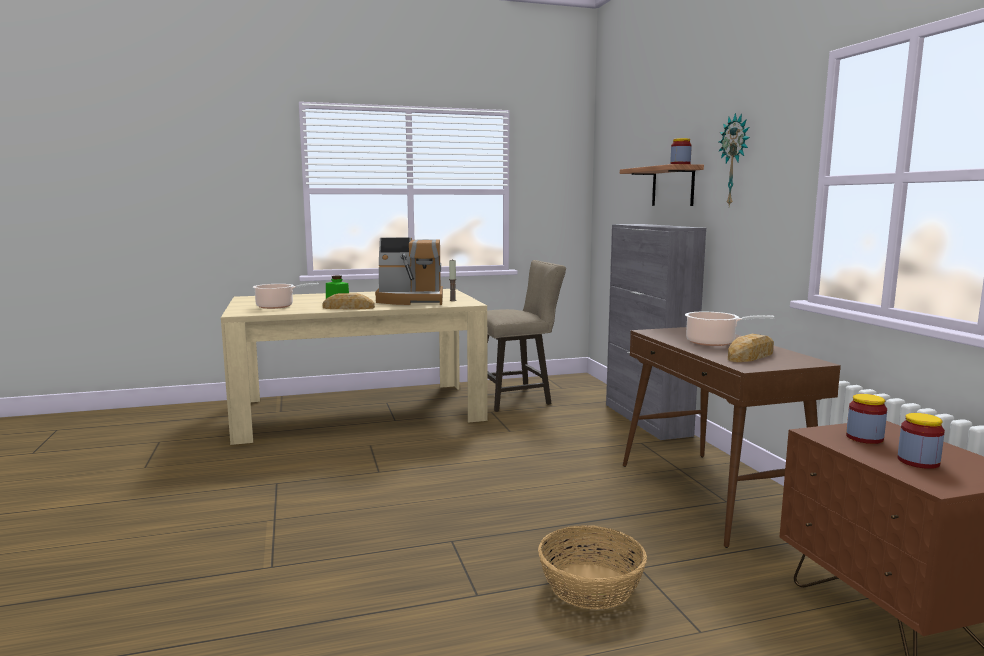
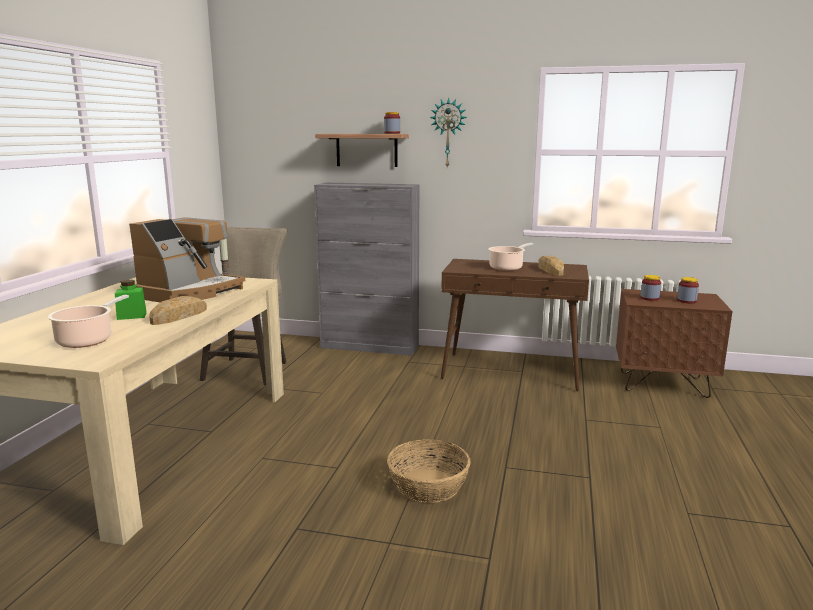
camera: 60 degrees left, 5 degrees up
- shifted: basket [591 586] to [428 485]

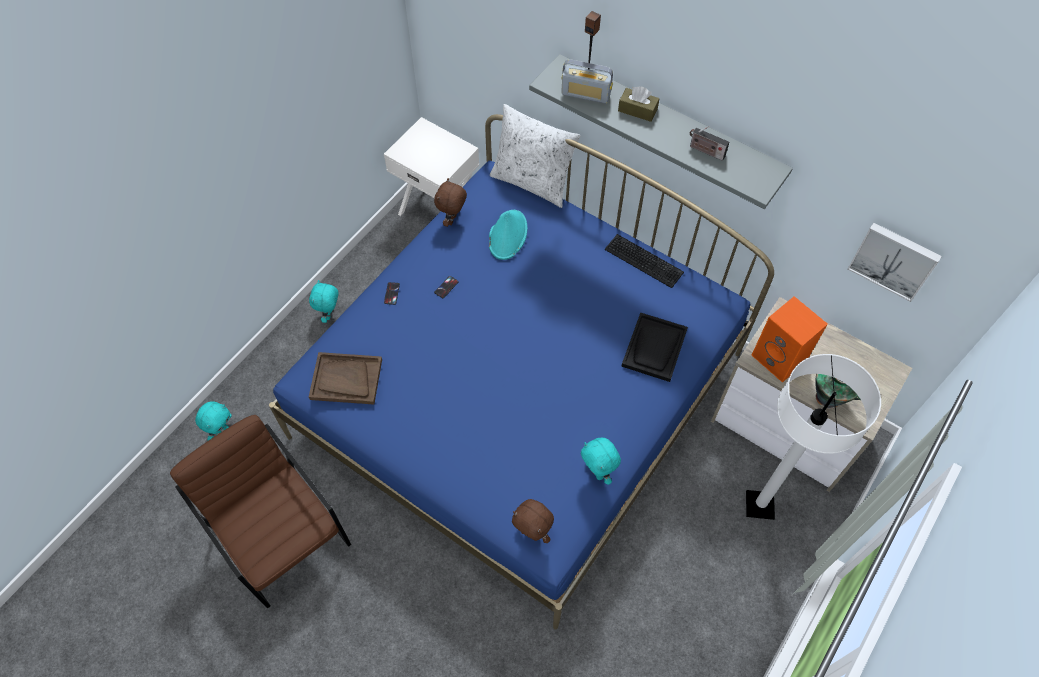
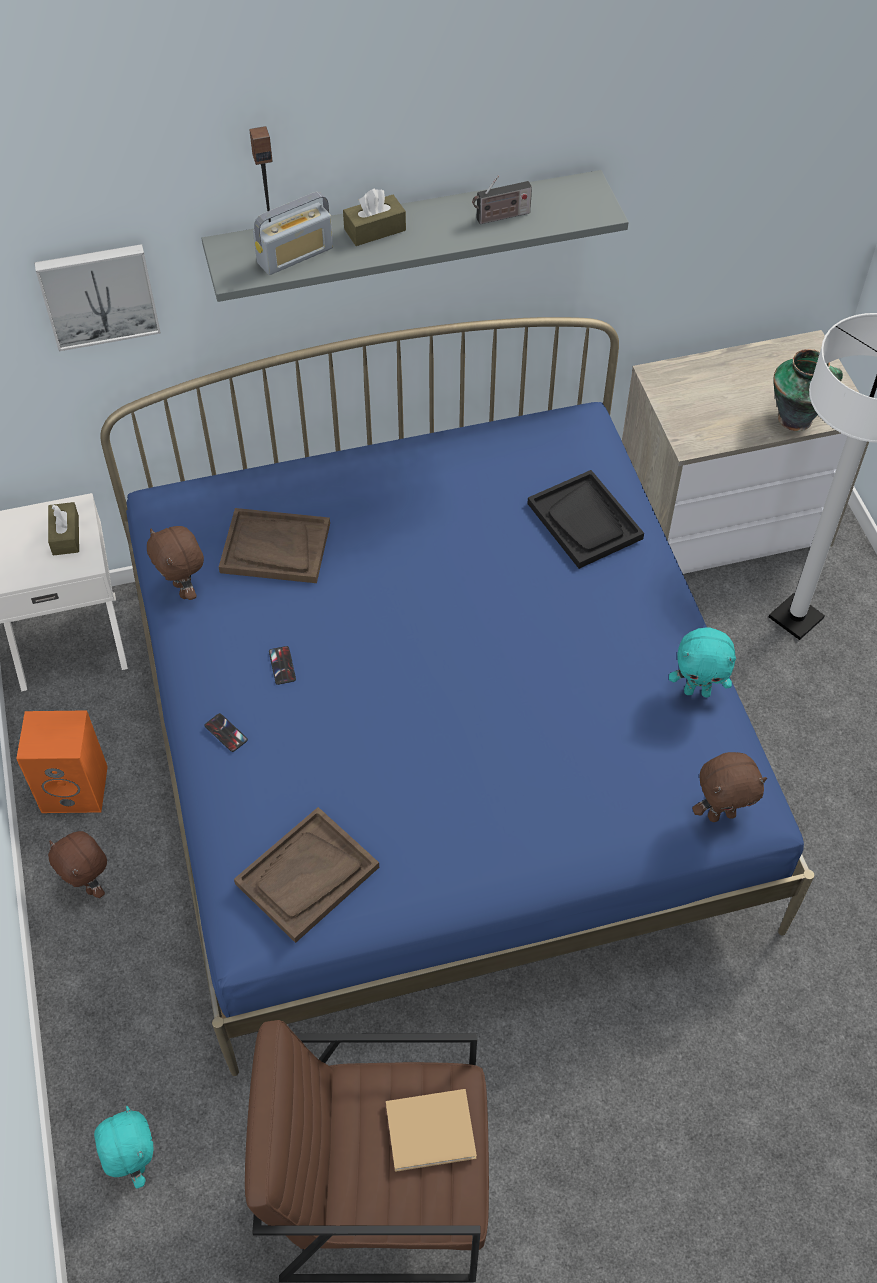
camera: 50 degrees left, 5 degrees down
- shifted: orange_speaker [780 358] to [76 788]
- shifted: wall_art [894 260] to [98 294]
- new: brownish_box_of_tissues [65 535]
- repainted: turquoise_cuddly_toy [330 314] to brownish_cuddly_toy [90 884]
- swapped: turquoise_wearable_hat [508 235] to brownish_tray [275 548]
- new: beige-coloured_bound_book [433 1130]
- gone: white-coloured_throw_pillow [532 182]
- gone: computer_keyboard [643 259]

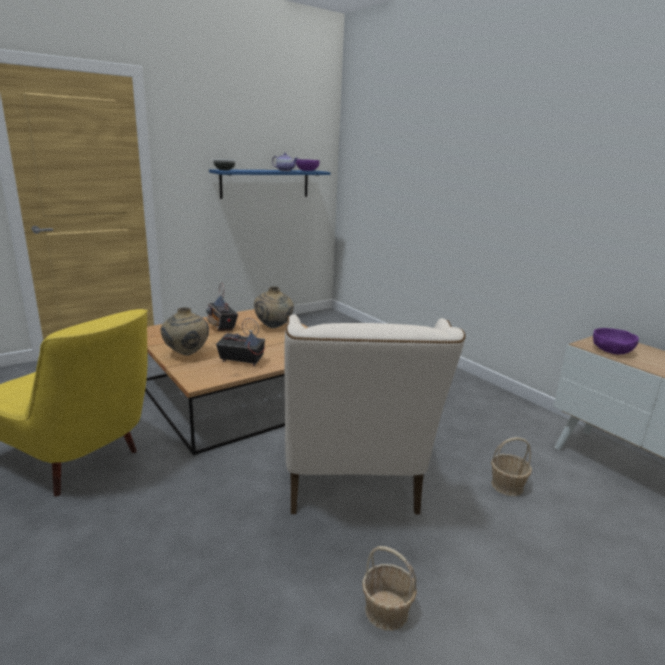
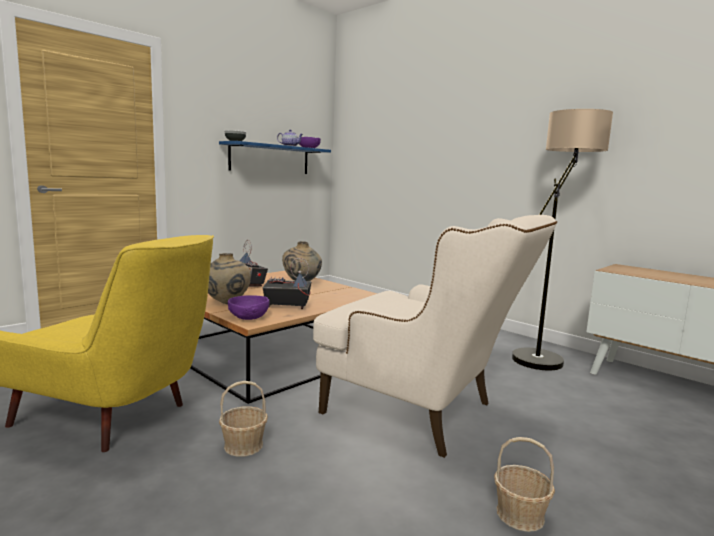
camera: 10 degrees left, 10 degrees down
- shifted: basket [507 486] to [244 445]
- shifted: purplish_bowl [611 351] to [248 317]
- rotated: beige-coloured_easy_chair [351 483] = [424 413] 45 degrees counterclockwise
- new: standard_lamp [545 356]

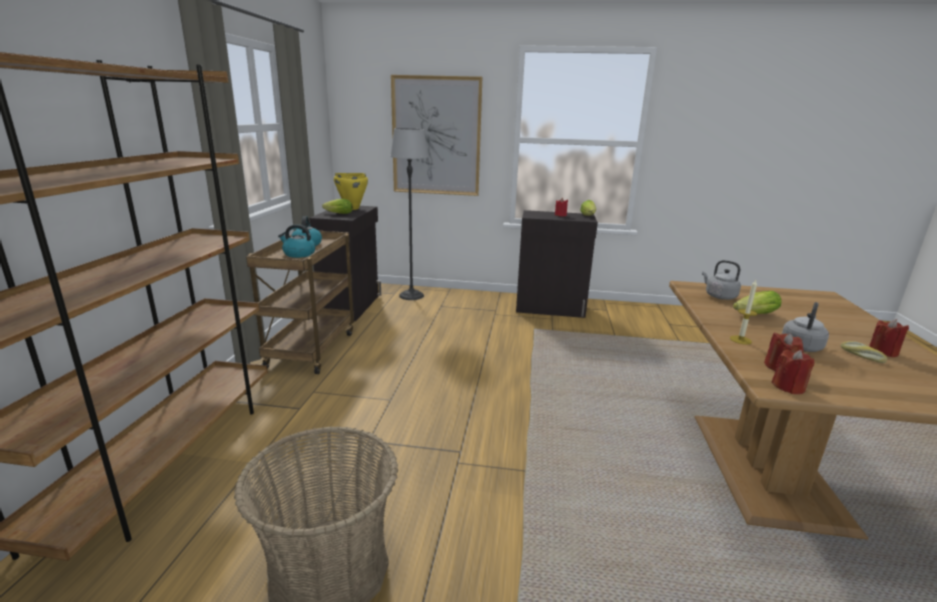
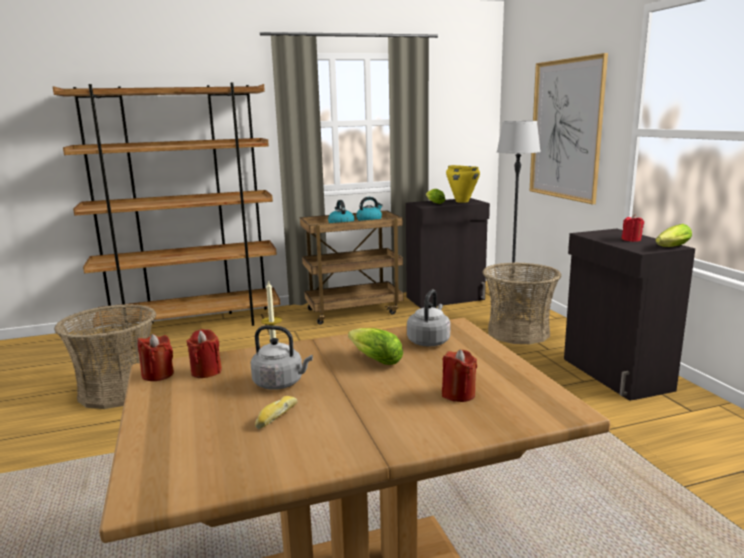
camera: 65 degrees right, 5 degrees down
- shifted: red-coloured_wax_candle [883 352] to [458 394]
- new: basket [518 332]

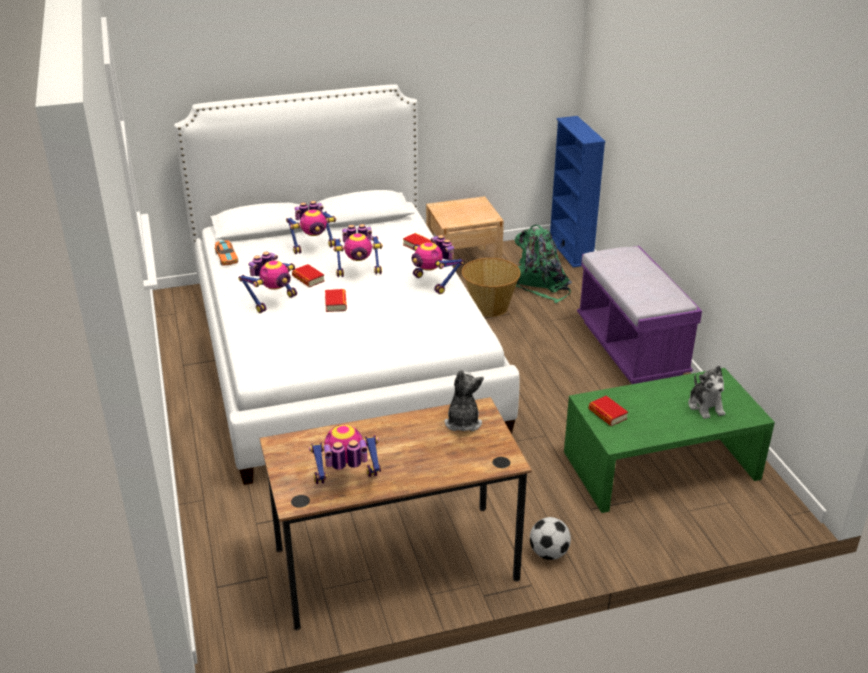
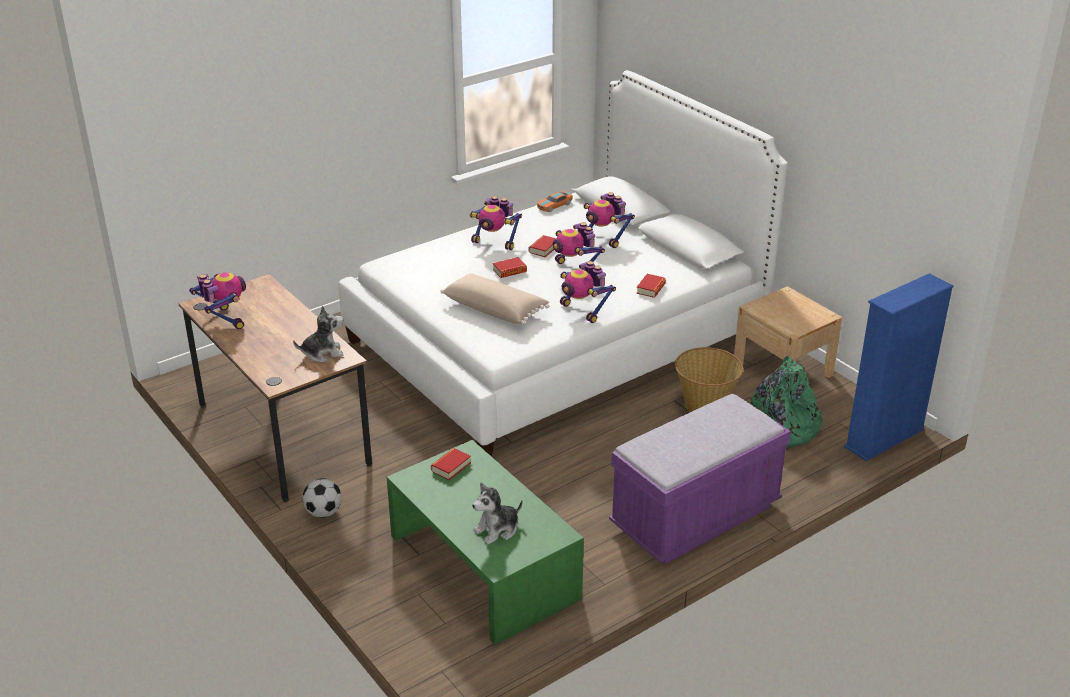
camera: 70 degrees right, 0 degrees up
- new: beige-coloured_throw_pillow [495 309]
- rotated: toy_robot [434 283] = [583 311] 75 degrees counterclockwise

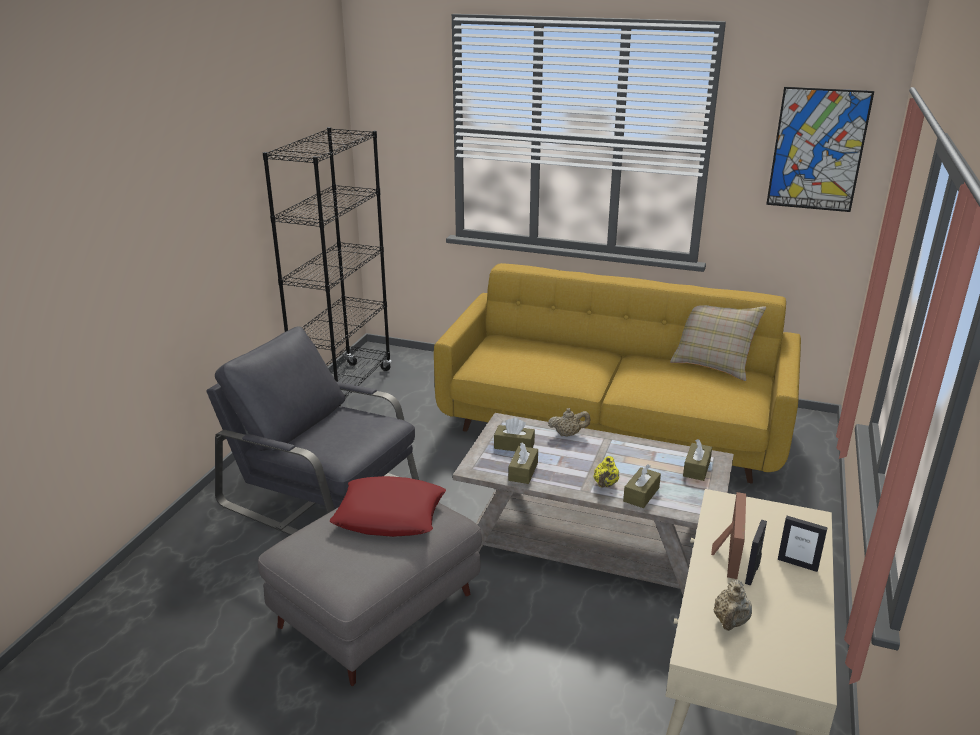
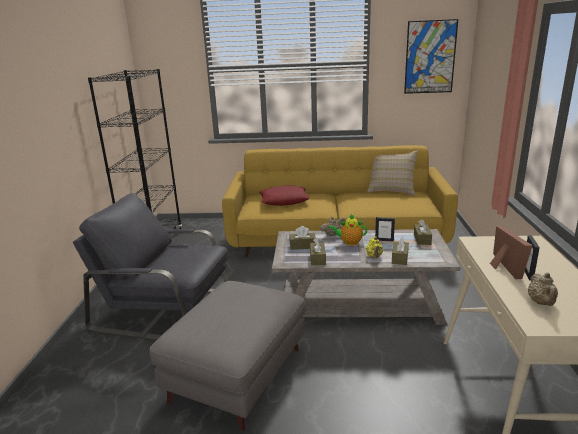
camera: 15 degrees left, 5 degrees down
- shifted: red-coloured_throw_pillow [390 515] to [284 200]
- new: tea_pot [349 242]
- shifted: photo_frame [797 564] to [384 240]

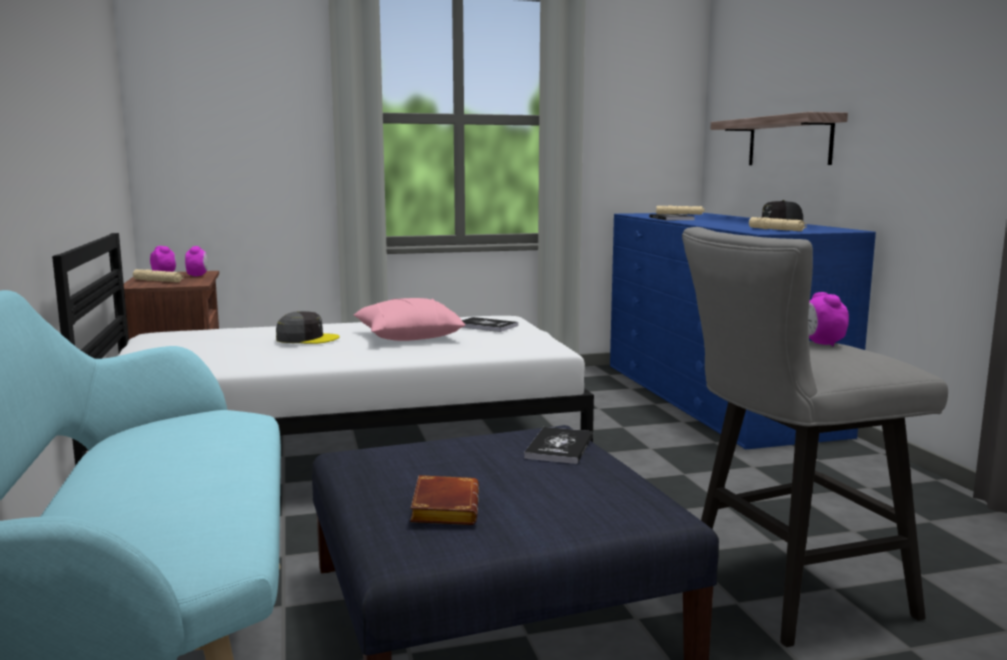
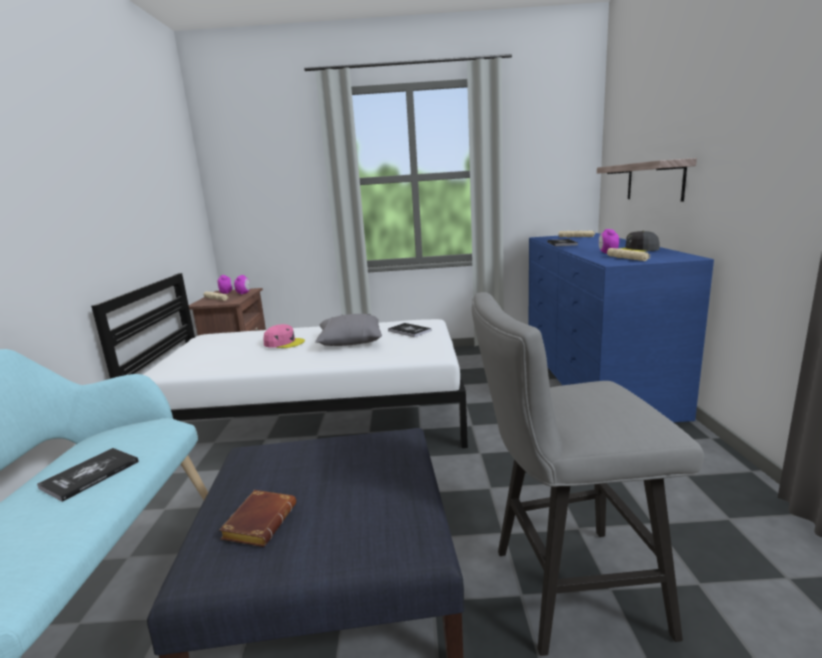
camera: 15 degrees right, 5 degrees up
- shifted: bound_book [559 447] to [90 475]
- repainted: gray_cap [307 338] to pinkish_cap [284 343]
- repainted: pinkish_throw_pillow [408 337] to gray_throw_pillow [350 341]
- shifted: bedside_clock [822 343] to [607 253]

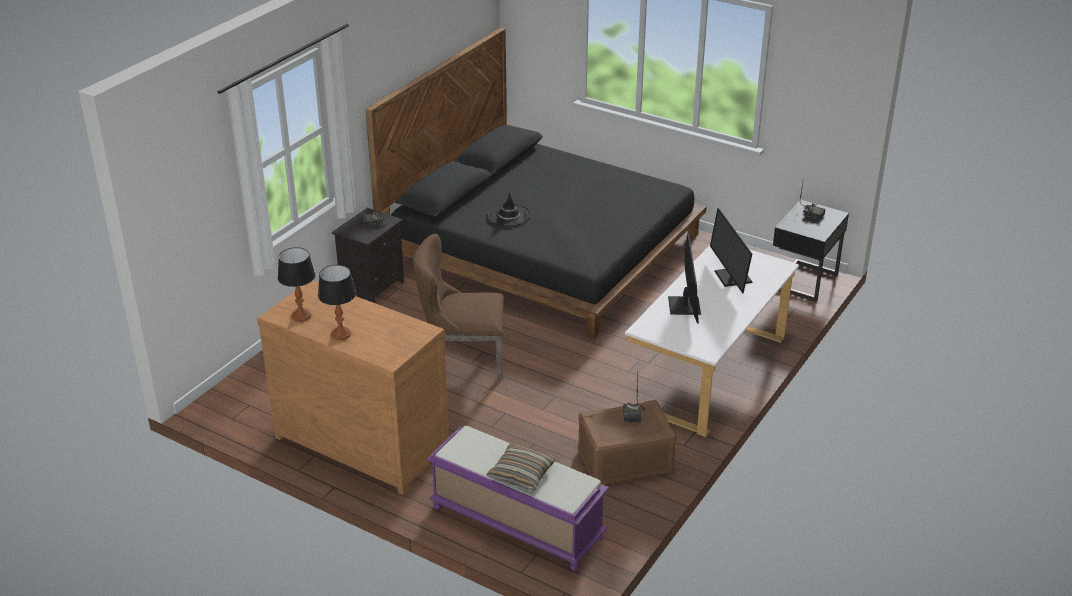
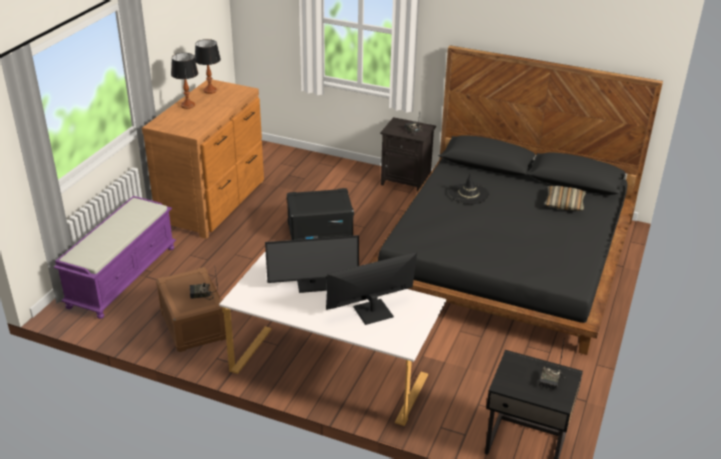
camera: 80 degrees right, 0 degrees up
- swapped: brownish_chair [461 359] to blackish_storage_container [320 231]
- shifted: throw_pillow [521 473] to [564 203]

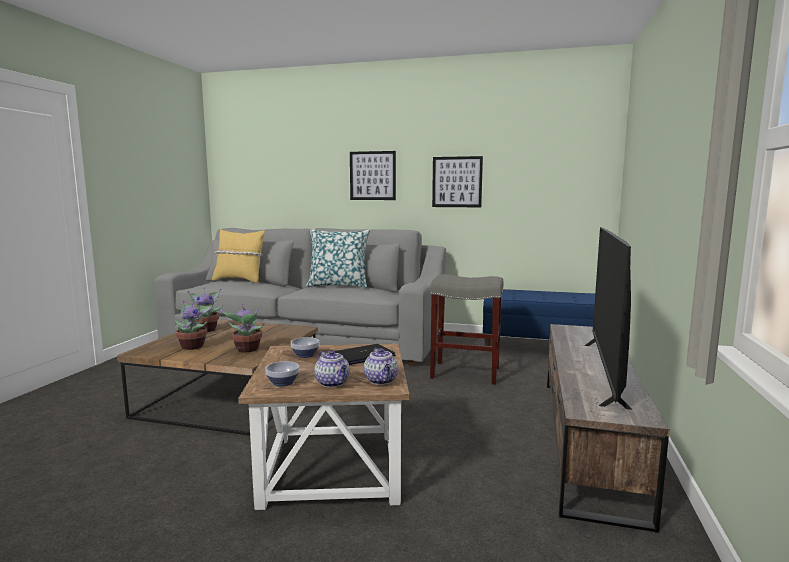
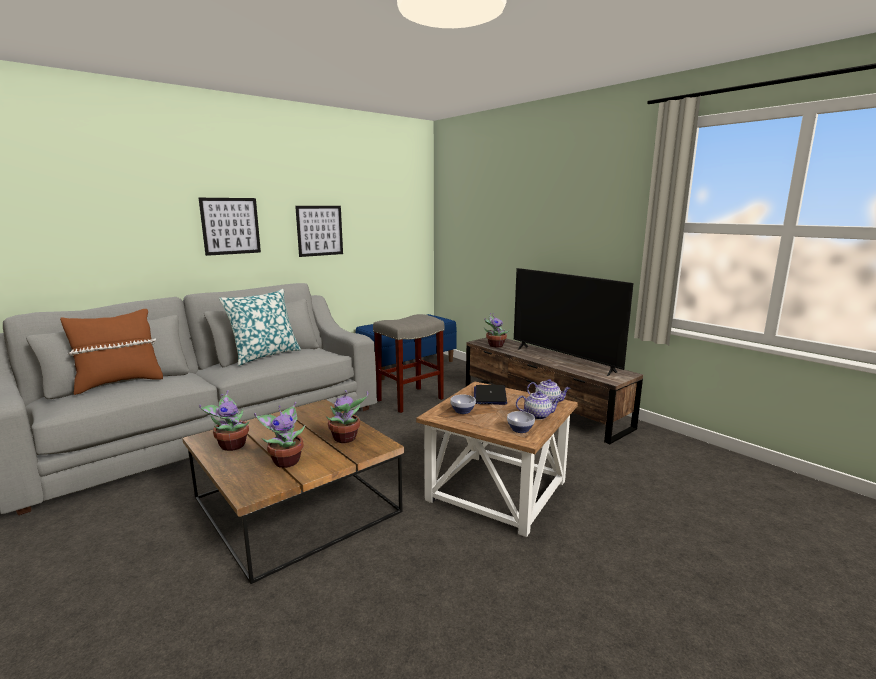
camera: 55 degrees left, 5 degrees up
- repainted: yellowish_throw_pillow [239 280] to brownish_throw_pillow [119 383]
- new: plant_in_a_pot [495 345]

